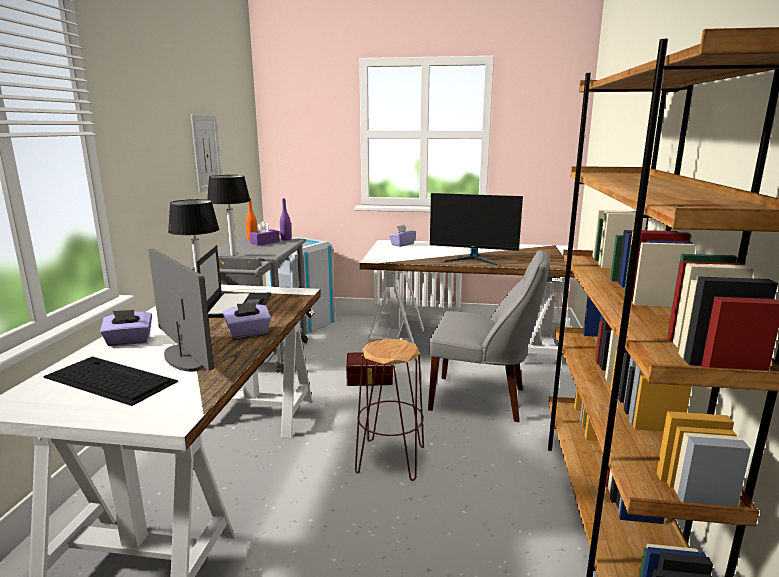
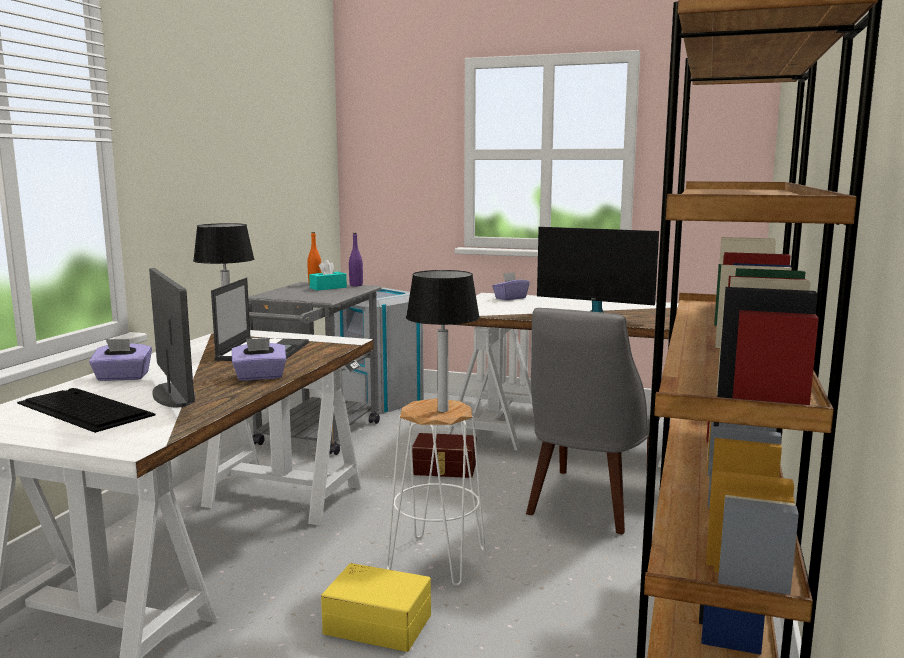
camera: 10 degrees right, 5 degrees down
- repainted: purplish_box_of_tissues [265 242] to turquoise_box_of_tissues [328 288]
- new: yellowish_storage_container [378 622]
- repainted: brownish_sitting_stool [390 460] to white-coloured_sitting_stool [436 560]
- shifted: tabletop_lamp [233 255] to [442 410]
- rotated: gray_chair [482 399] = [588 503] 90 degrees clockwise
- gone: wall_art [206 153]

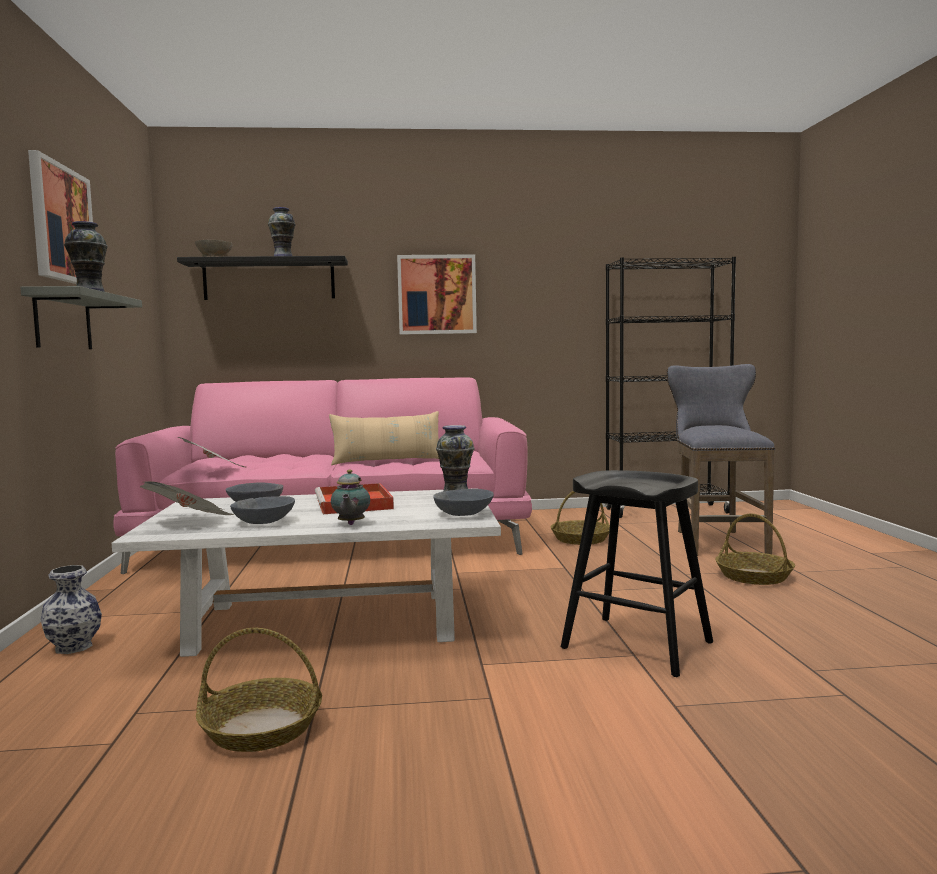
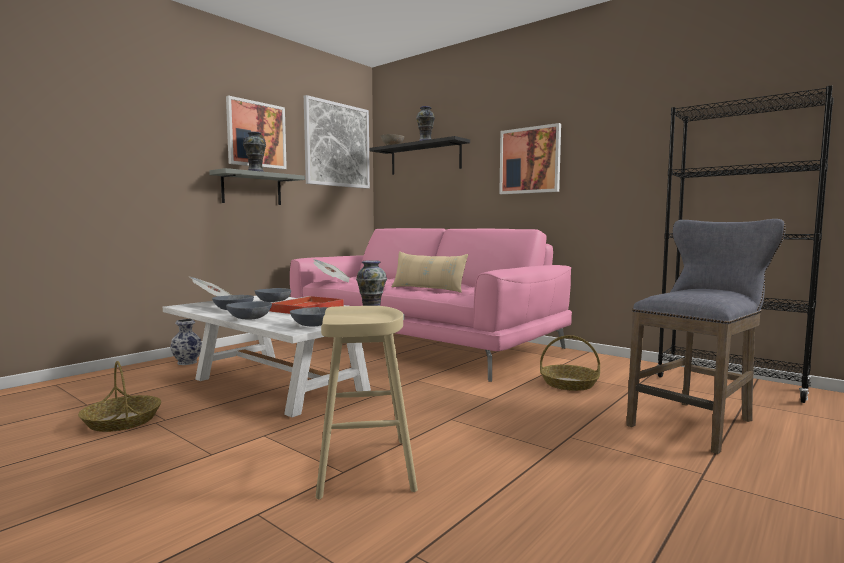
camera: 45 degrees right, 0 degrees up
- swapped: tea_pot [350 524] to gray_bowl [249 318]
- new: wall_art [337 145]
- repainted: blackish_sitting_stool [636 645] to beige-coloured_sitting_stool [365 467]
- gone: basket [754 576]

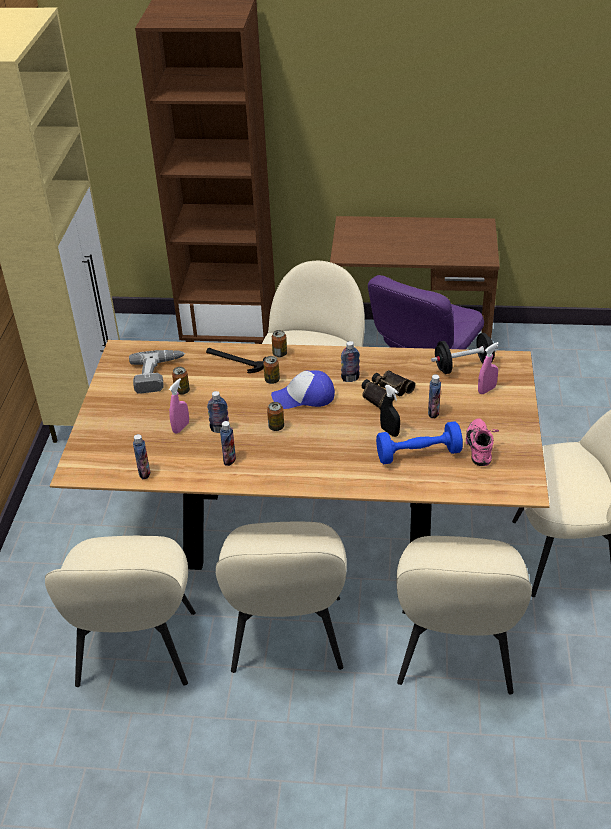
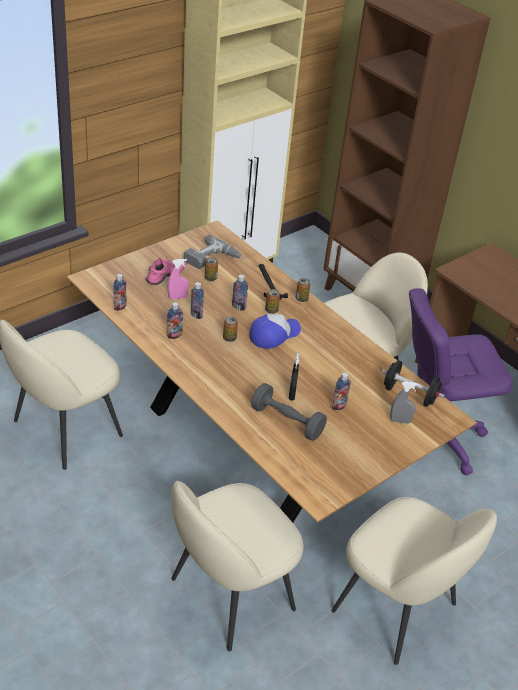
camera: 40 degrees right, 0 degrees up
- shifted: pinkish_item_of_footwear [481 448] to [166 277]
- shifted: drink_bottle [350 378] to [238 307]
- rotated: cap [304 397] = [274 334] 105 degrees clockwise
- repainted: blue-coloured_dumbbell [418 454] to gray_dumbbell [287 421]
- repainted: pinkish_sprayer [486 390] to gray_sprayer [400 421]
- gone: beige-coloured_chair [286 637]
- gone: pair_of_binoculars [385 393]

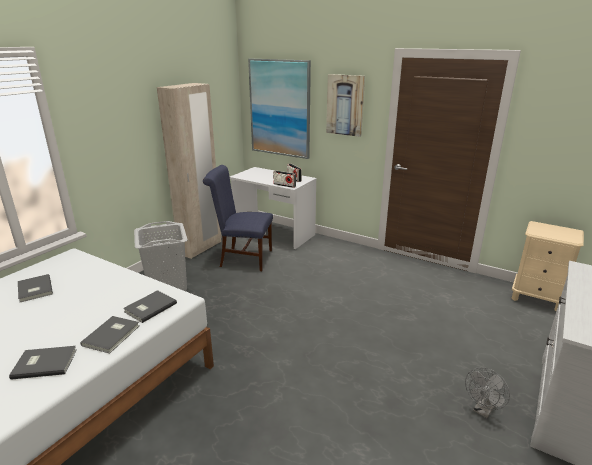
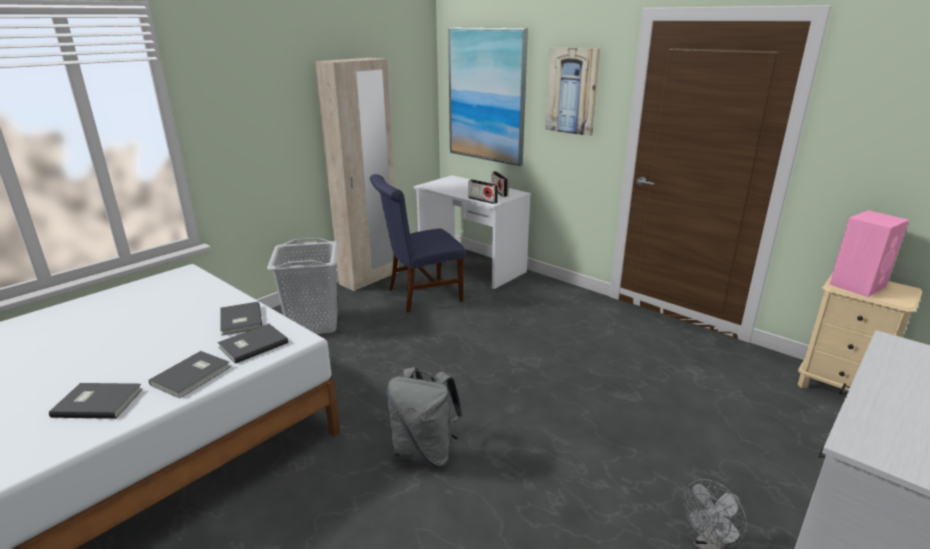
camera: 10 degrees right, 0 degrees up
- shifted: gray_bound_book [34 290] to [239 320]
- rotated: blue-coloured_chair [242 258] = [420 296] 45 degrees counterclockwise
- new: gray_backpack [425 452]
- new: pinkish_speaker [858 285]

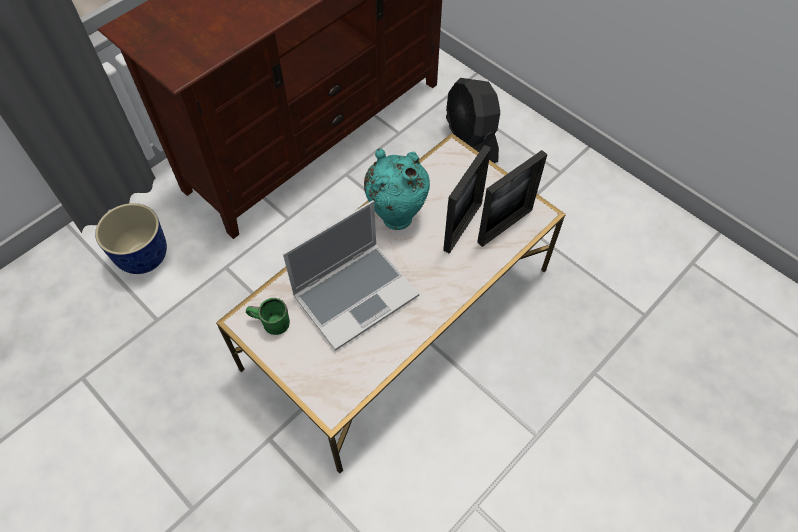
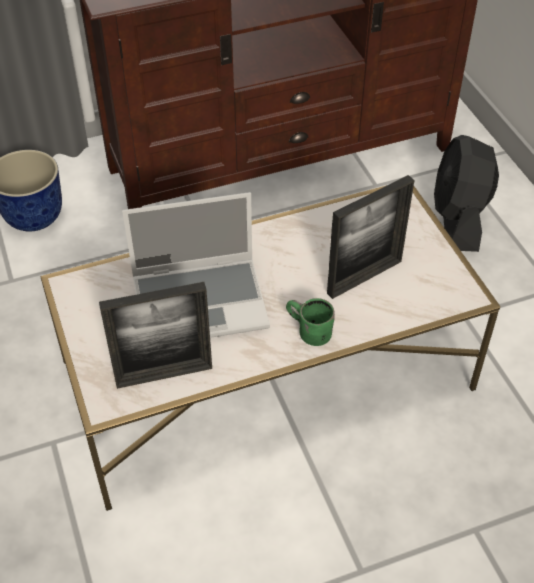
camera: 25 degrees right, 10 degrees down
- shifted: photo_frame [505 226] to [164 374]
- shifted: green-coloured_tea_mug [270 324] to [307 332]
- gone: turquoise_vase [396 215]

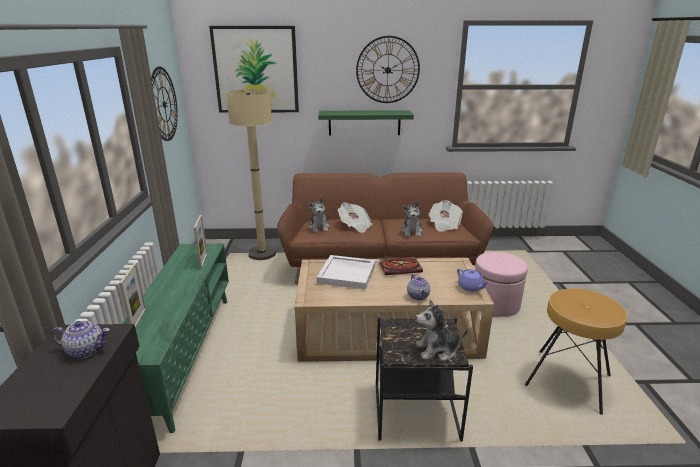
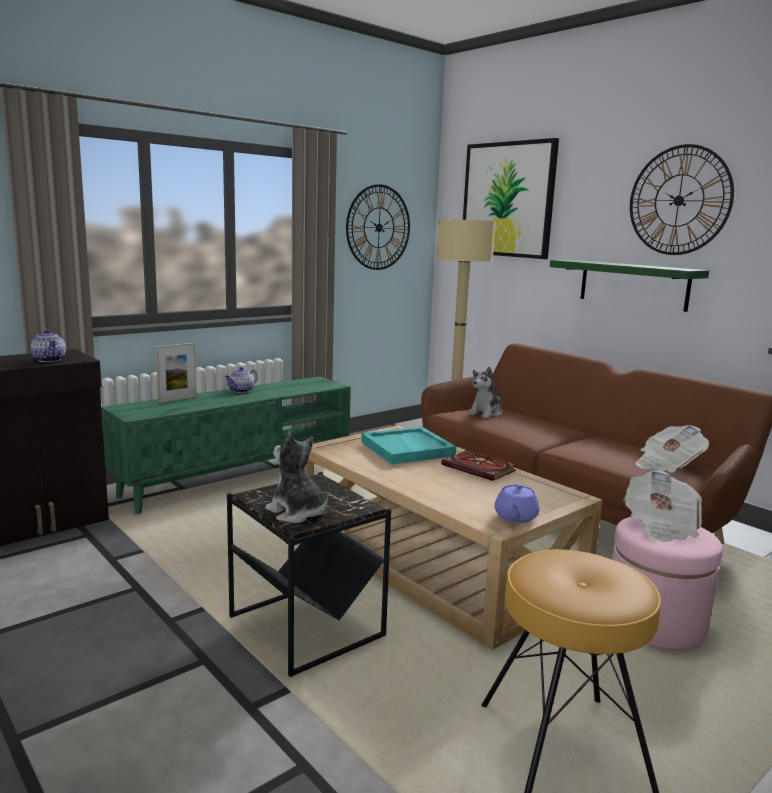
camera: 50 degrees right, 10 degrees down
- shifted: tea_pot [418 296] to [242 391]
- repainted: white-coloured_tray [347 274] to turquoise_tray [408 449]
- shifted: printed_paper [355 226] to [660 526]
- gone: photo_frame [203 260]
- gone: cuddly_toy [412 232]

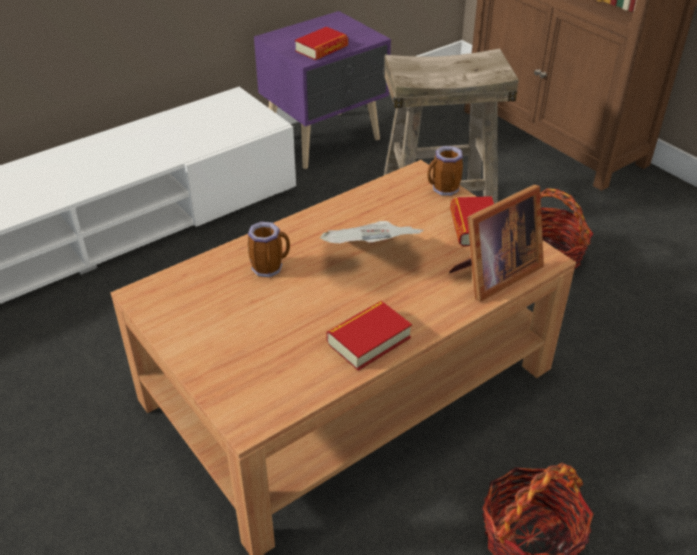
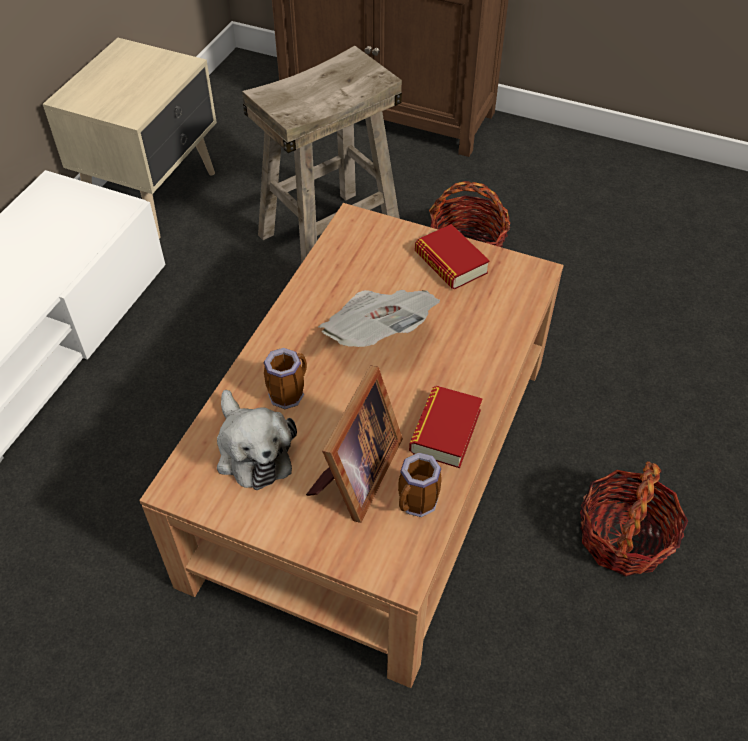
camera: 30 degrees left, 10 degrees up
- repainted: purplish_nightstand [325 140] to beige-coloured_nightstand [156 194]
- new: cuddly_toy [252 451]
- shifted: photo_frame [493 274] to [355 475]
- shifted: tea_mug [443 190] to [417 505]
- gone: bound_book [321 49]

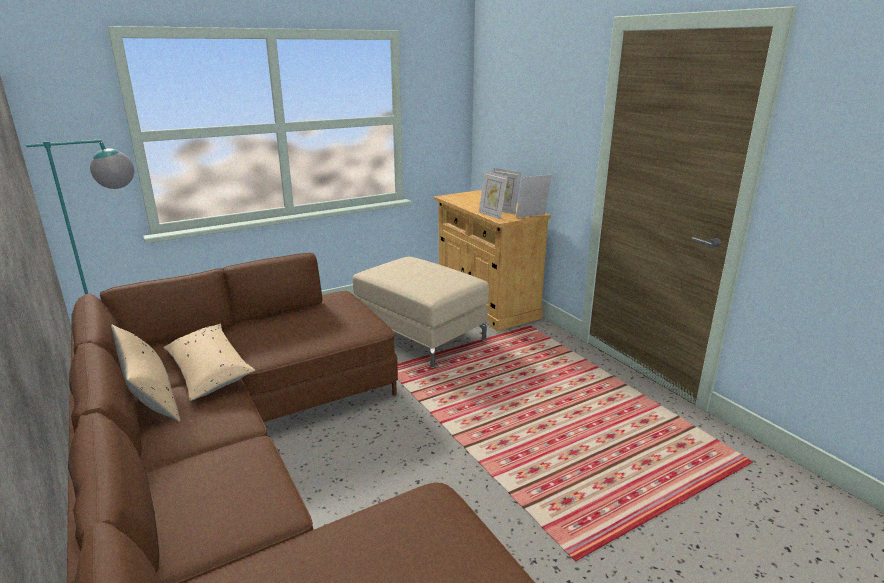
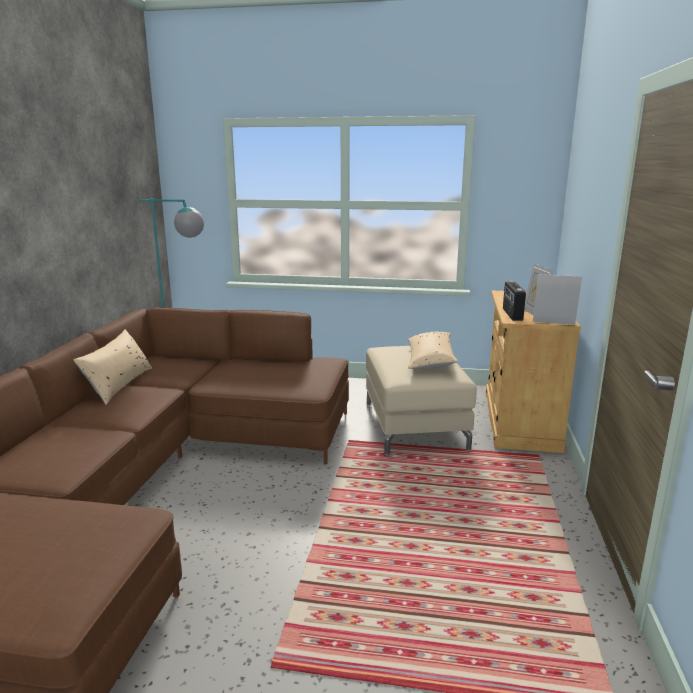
camera: 40 degrees right, 5 degrees down
- shifted: beige-coloured_throw_pillow [209 371] to [430 360]
- swapped: photo_frame [492 215] to radio_set [511 314]

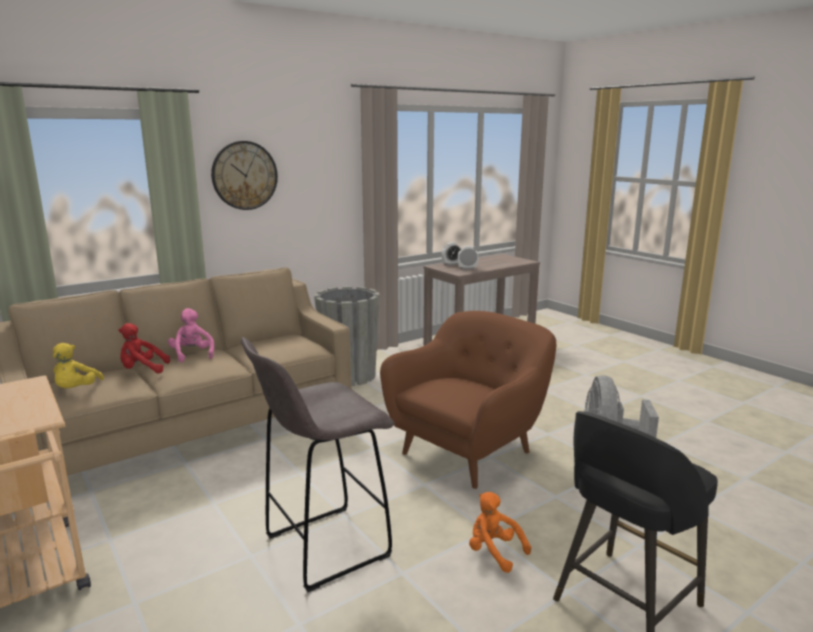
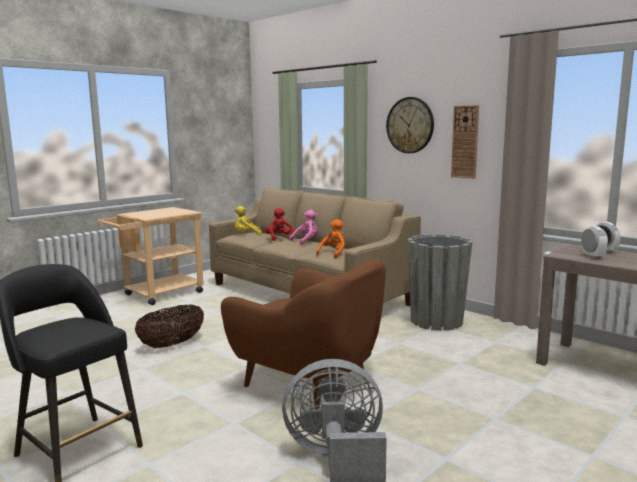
camera: 80 degrees right, 5 degrees down
- swapped: gray_sitting_stool [323 547] to basket [172 344]
- shifted: orange_cuddly_toy [494 552] to [333 254]
- new: hanging_clock [465 142]

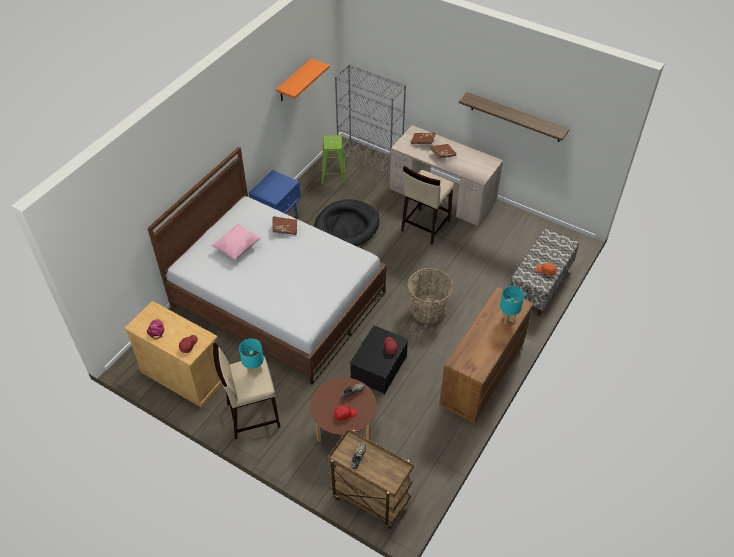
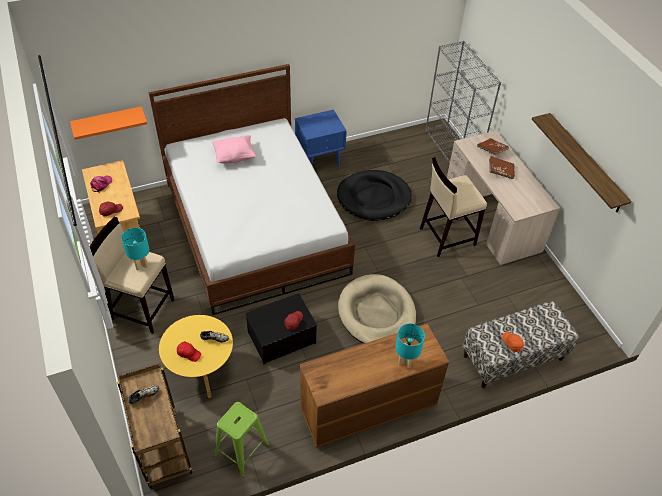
camera: 35 degrees right, 0 degrees up
- shifted: orange_bracket_shelf [294 81] to [108 122]
- repainted: brownish_low_table [344 428] to yellowish_low_table [201 370]
- shifted: green-coloured_sitting_stool [333 174] to [242 450]
- swapped: basket [428 309] to beige-coloured_pet_bed [377 313]
- gone: brownish_bound_book [285 229]

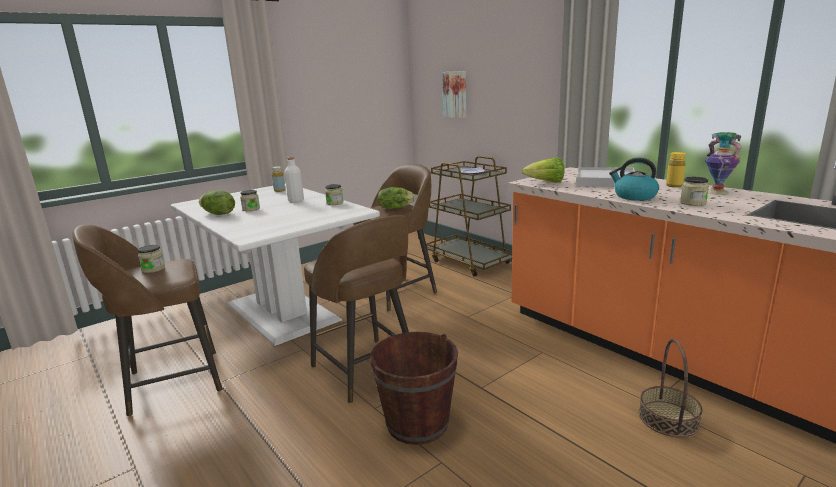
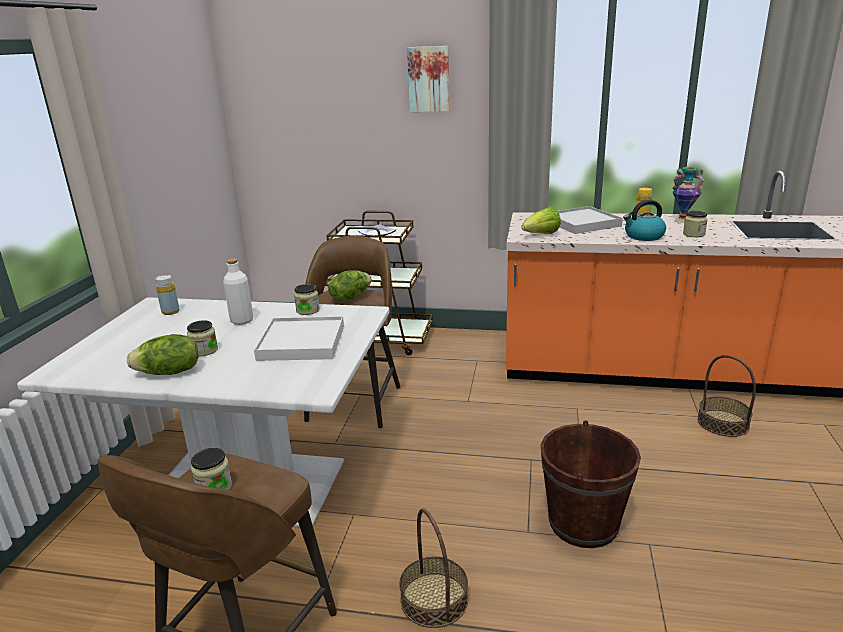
camera: 40 degrees left, 5 degrees up
- new: white-coloured_tray [302 342]
- new: basket [434 599]
- shifted: wall_art [455 94] to [429 79]
- gone: brownish_sitting_stool [366 370]

